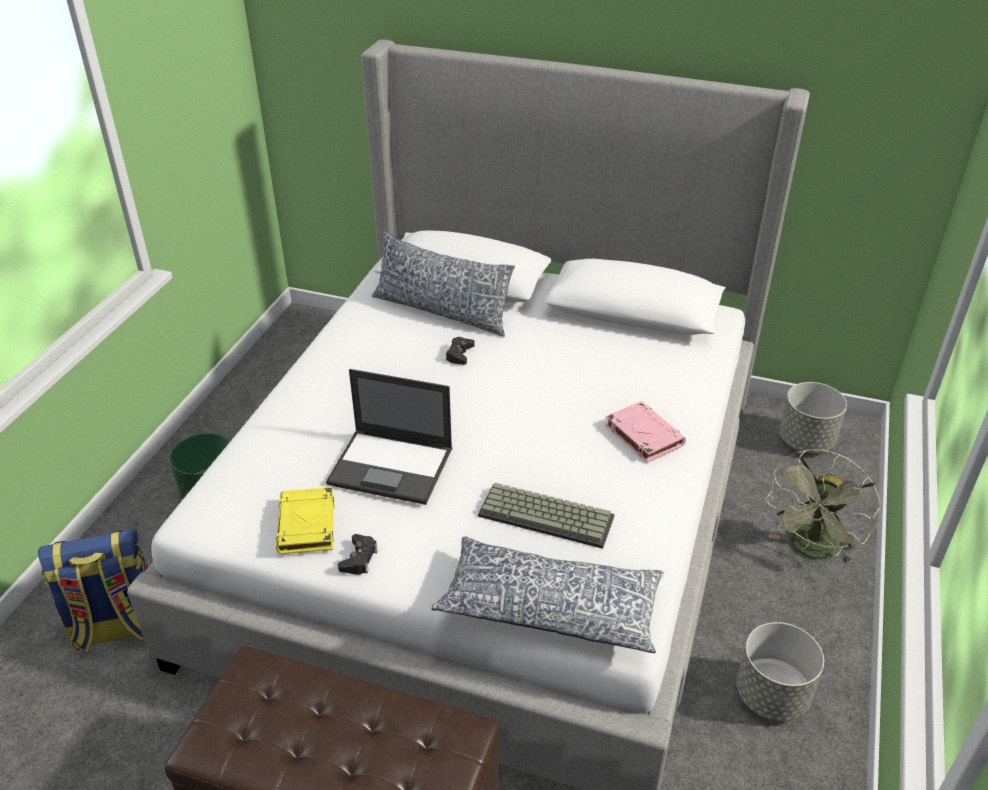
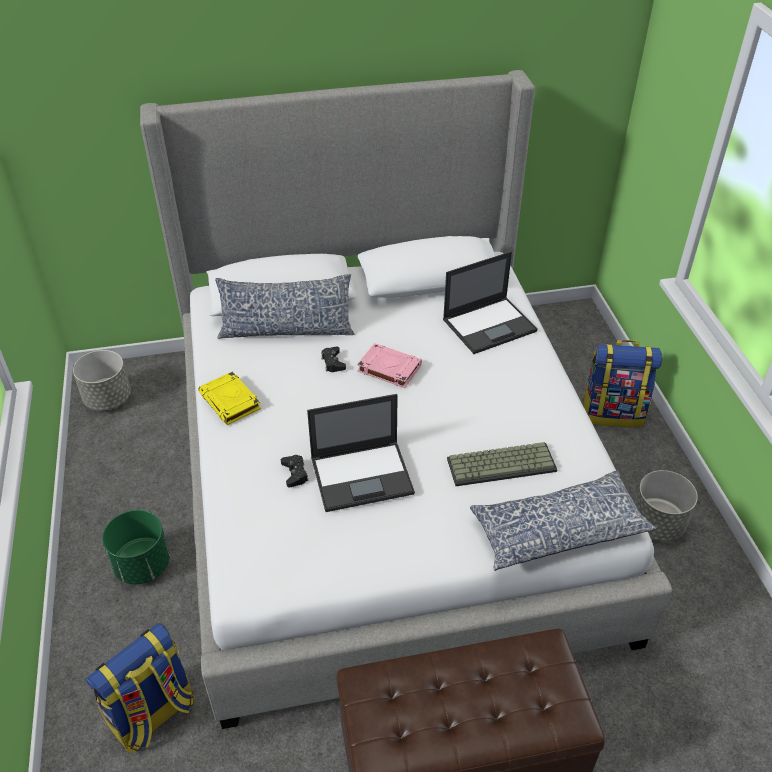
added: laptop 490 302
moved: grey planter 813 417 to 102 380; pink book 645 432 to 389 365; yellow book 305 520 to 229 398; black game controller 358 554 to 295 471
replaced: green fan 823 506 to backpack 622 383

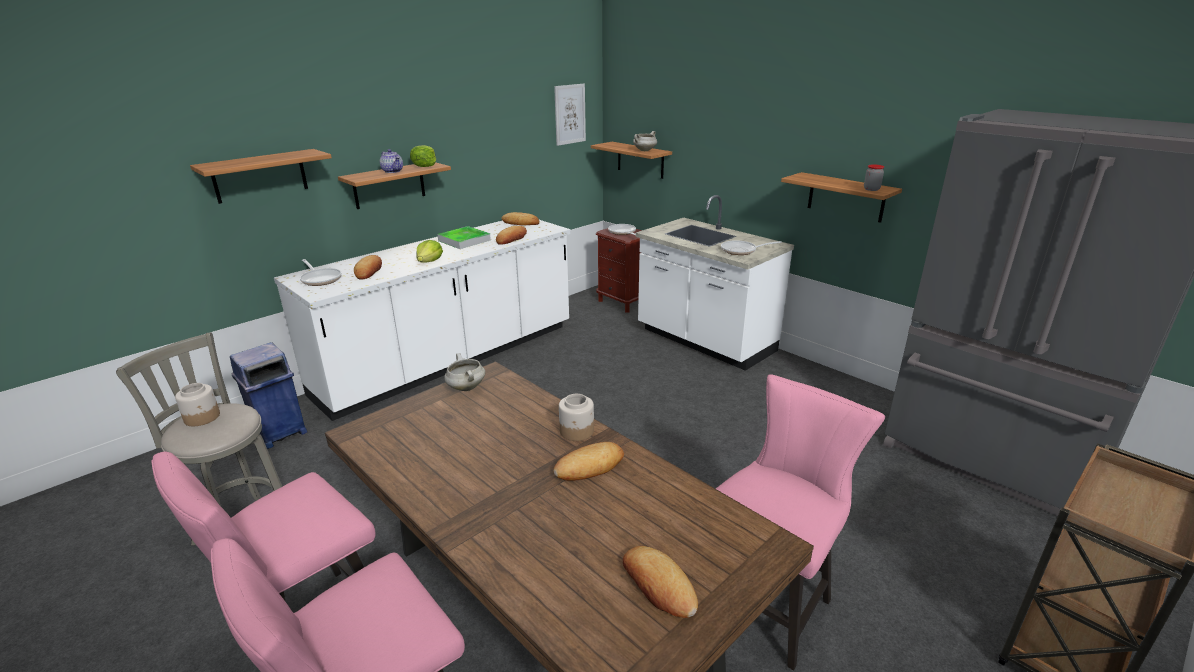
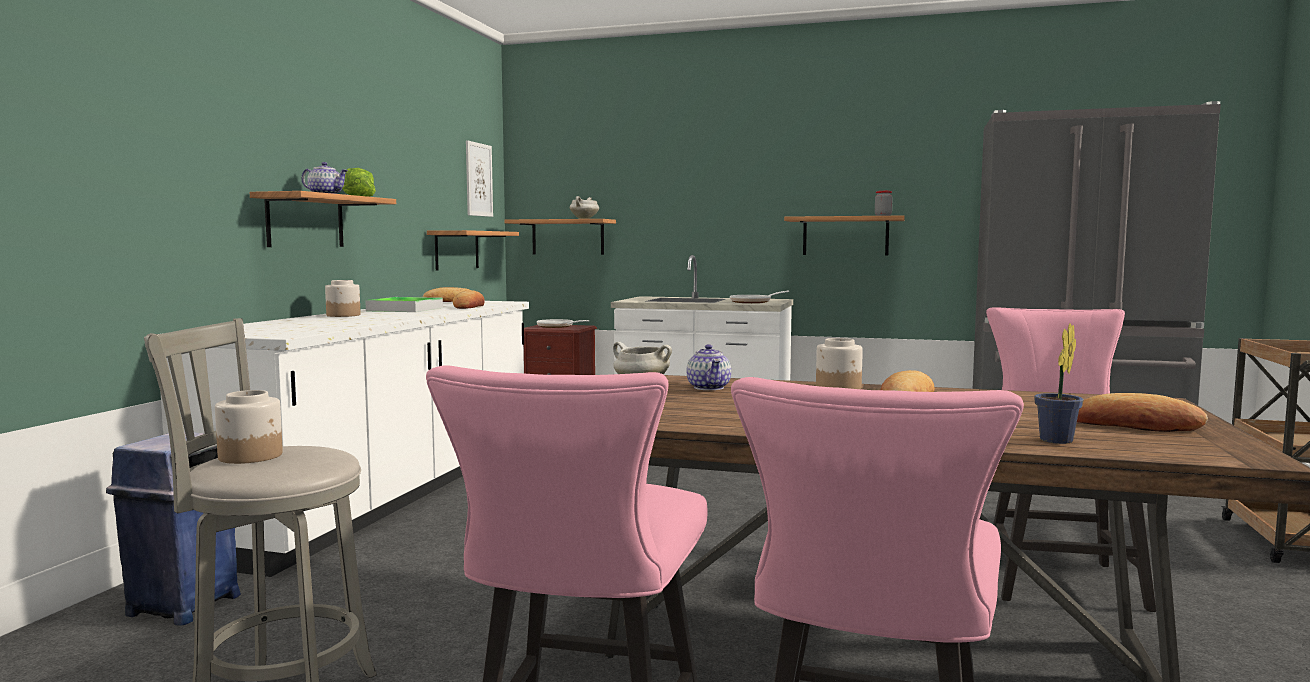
removed: lettuce 430 251; bread 368 267; frying pan 321 272
added: jar 342 298; potted plant 1059 384; teapot 709 367
moved: shelf 261 176 to 473 250

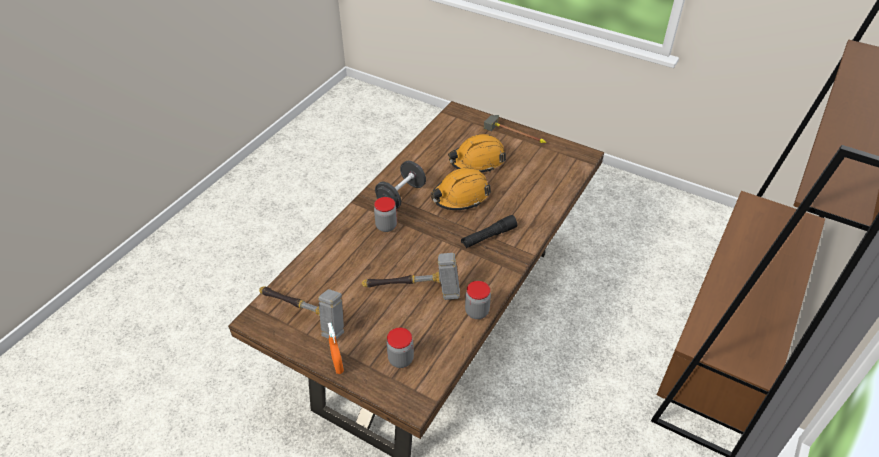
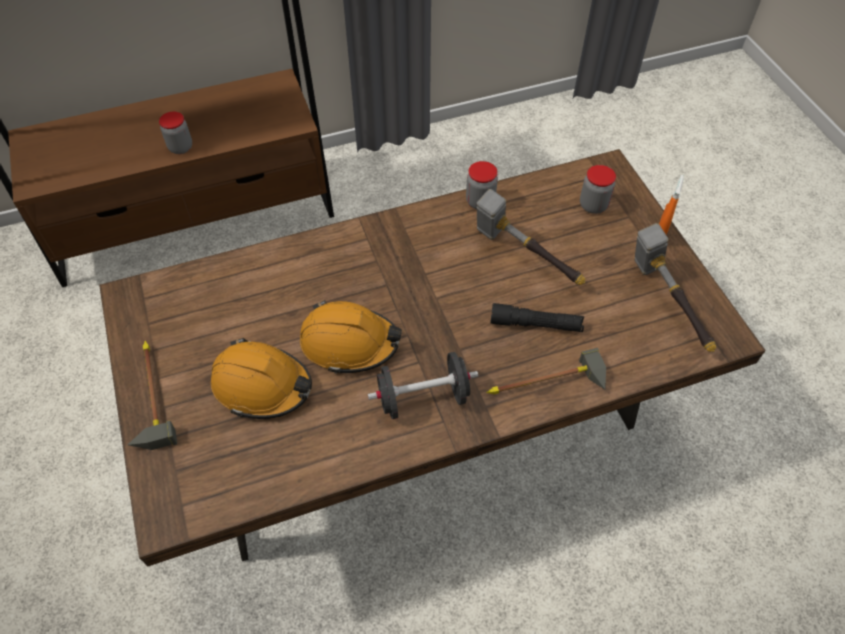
added: hammer 546 371
moved: jar 385 214 to 175 132; black flashlight 489 231 to 537 317

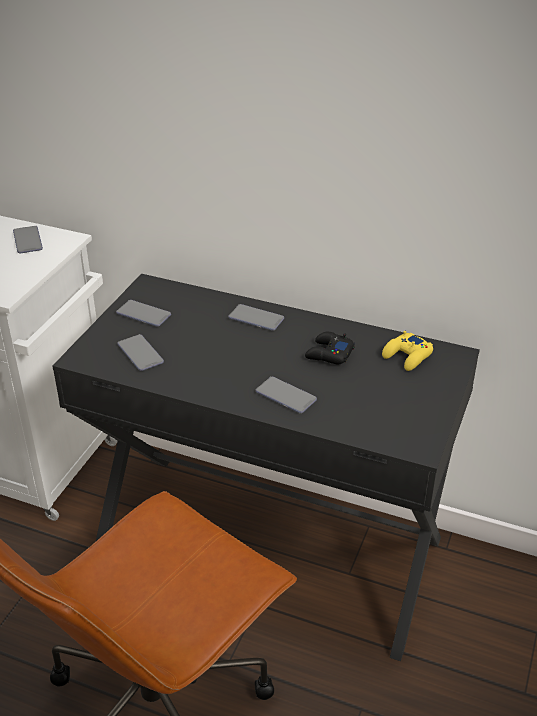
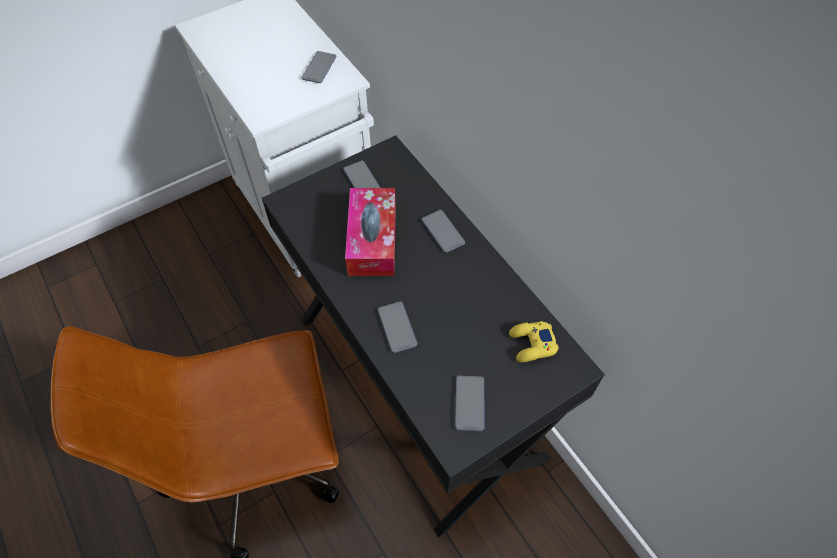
removed: black game controller 330 348
added: tissue box 370 232
moved: phone 141 352 to 470 403

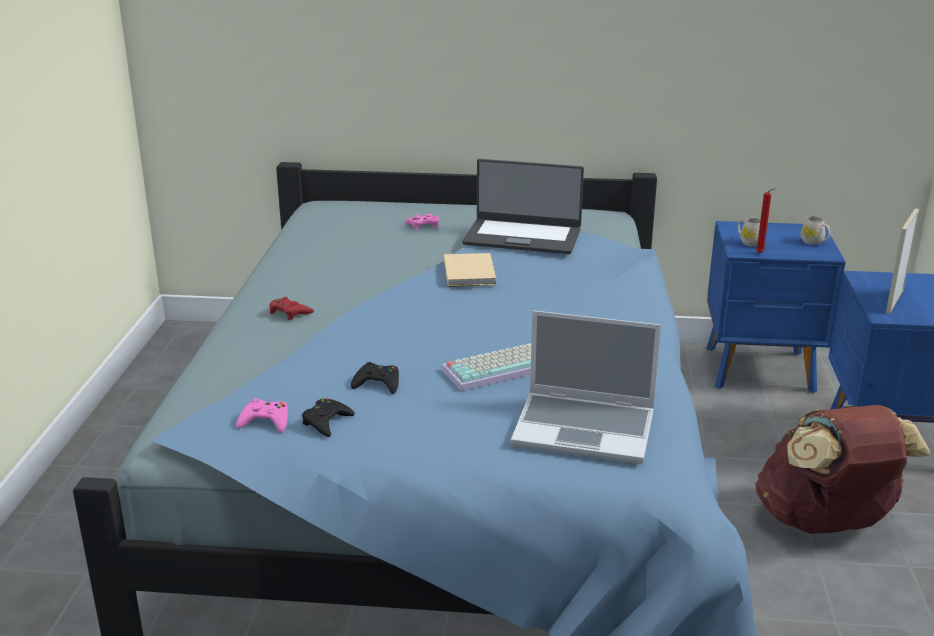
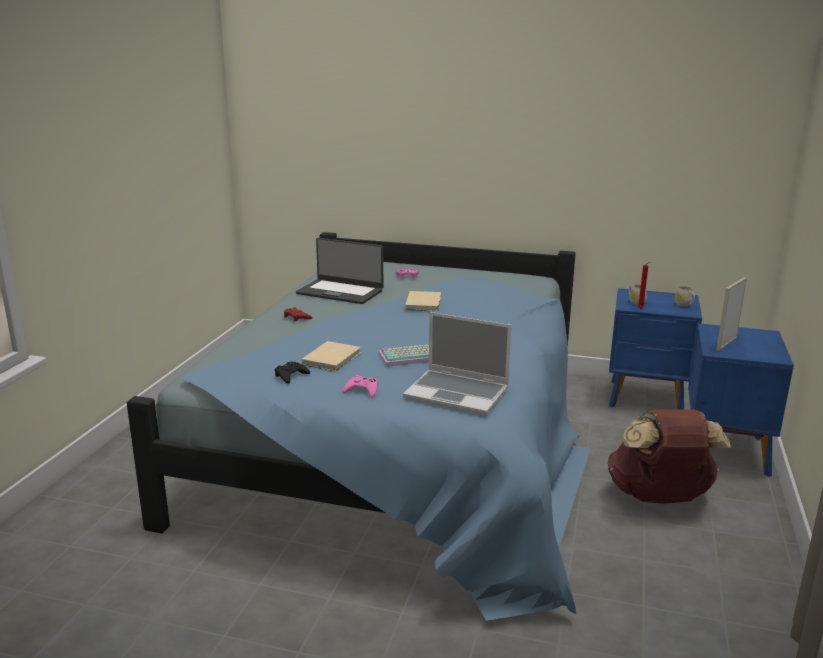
moved: laptop 523 206 to 339 271; pink game controller 262 415 to 360 386
replaced: black game controller 375 378 to beige book 331 356

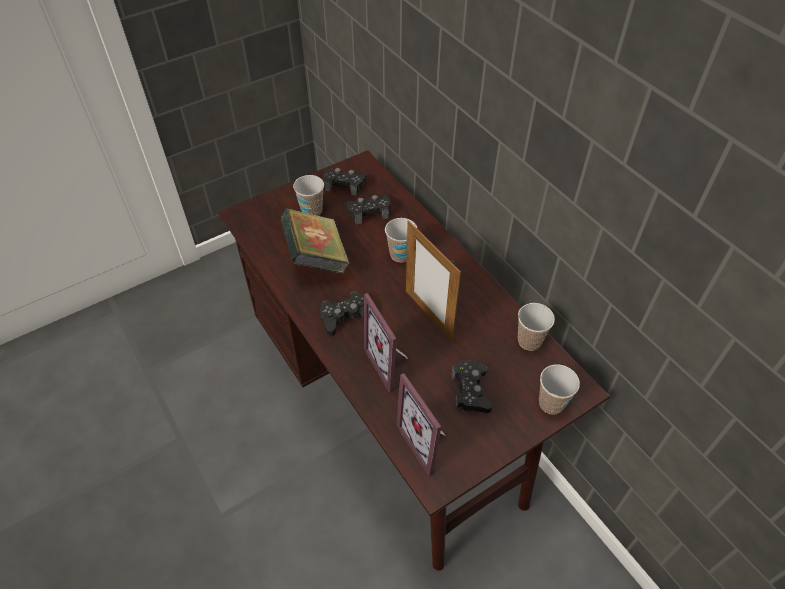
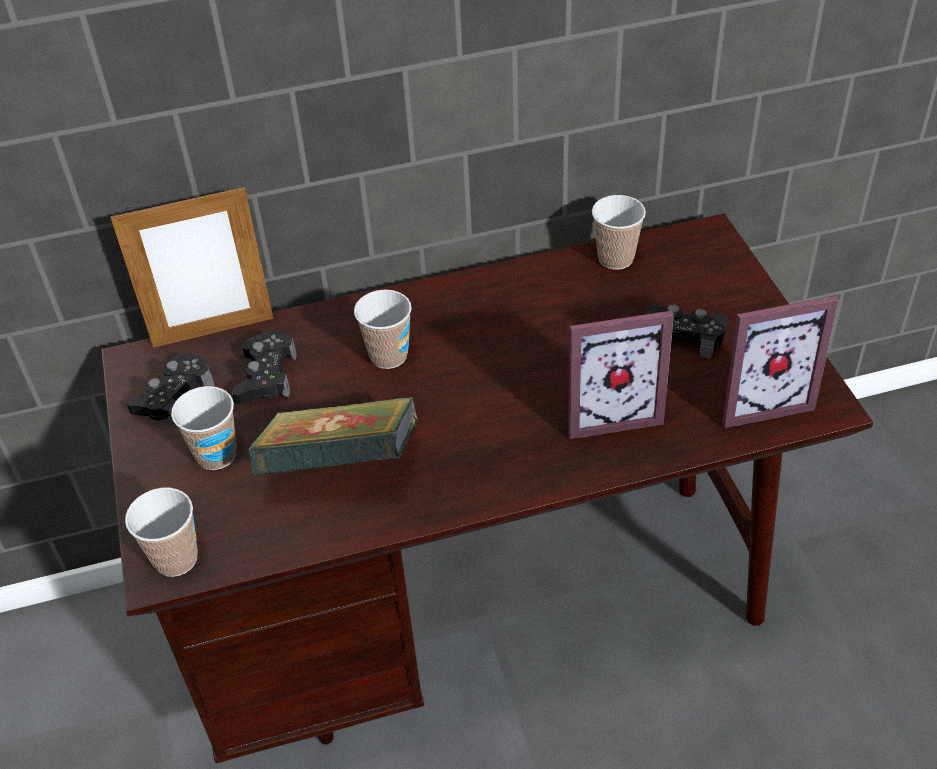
removed: black game controller 342 313
moved: picture frame 433 280 to 192 267; cup 559 389 to 161 532

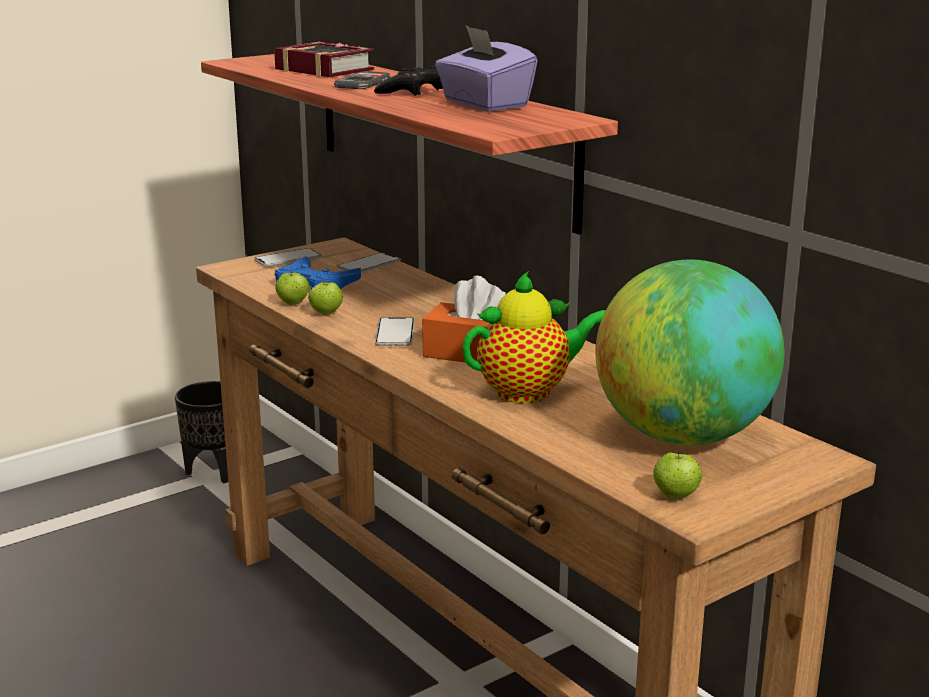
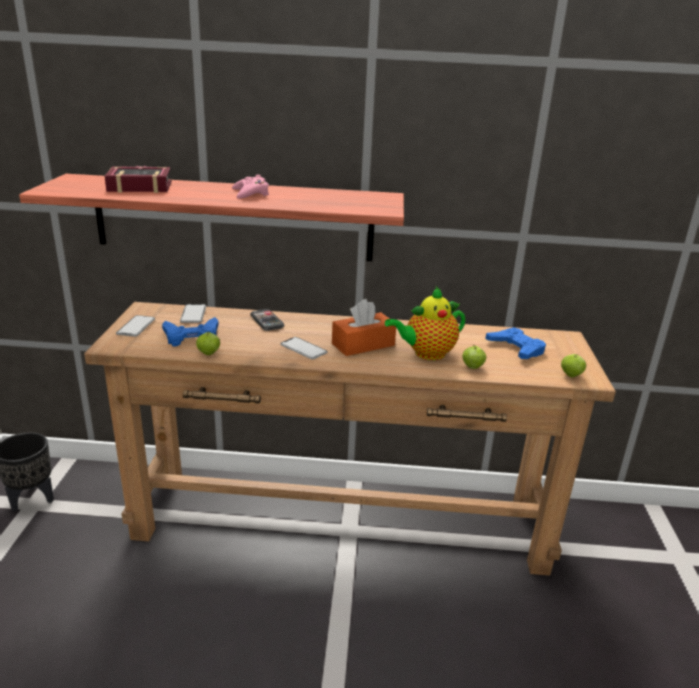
removed: purple tissue box 486 68
moved: phone 362 80 to 267 320; apple 325 295 to 474 356
replaced: globe 689 352 to blue game controller 515 343
recoloured: black game controller 408 81 to pink game controller 250 187
turned: teapot 533 337 = 425 323 135 degrees counterclockwise

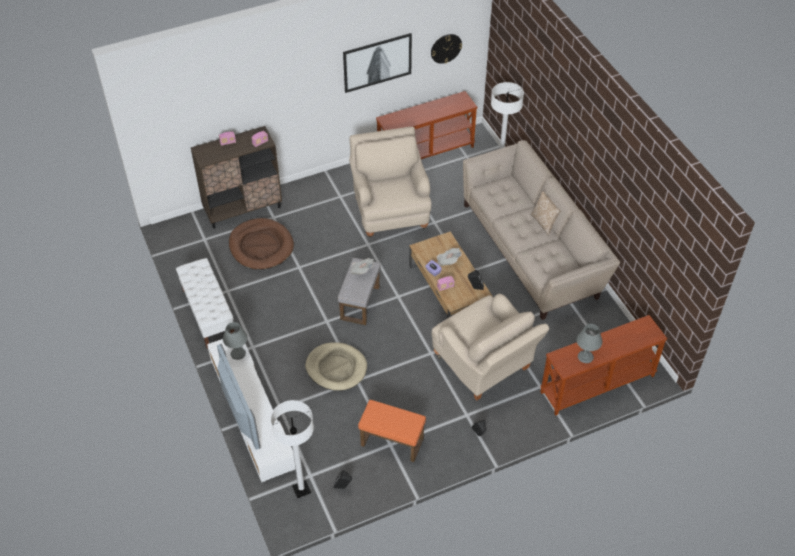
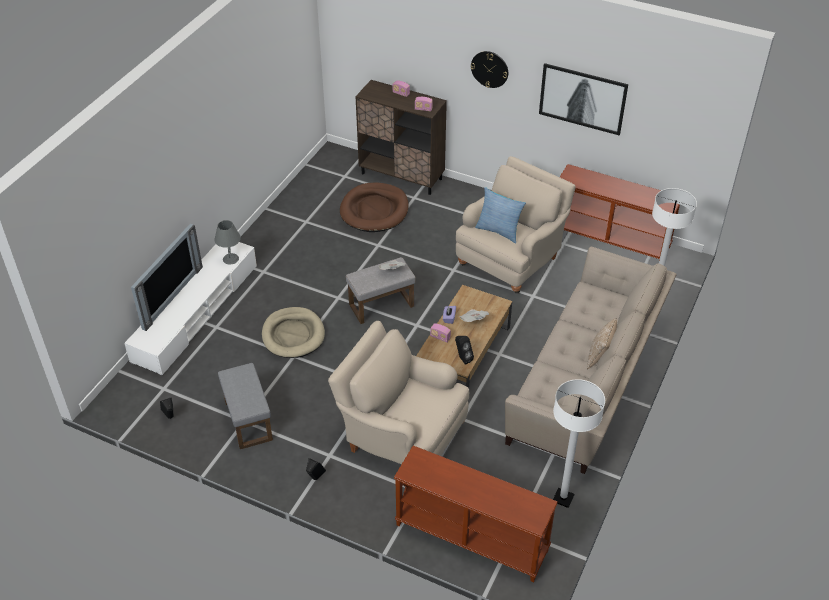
removed: white bench 205 303; grey table lamp 589 343
added: pillow 500 215
moved: wall clock 446 49 to 489 69; white floor lamp 292 449 to 579 443
recoloured: orange ottoman 392 431 to grey ottoman 245 406
turned: beige armchair 490 347 = 398 392 105 degrees clockwise

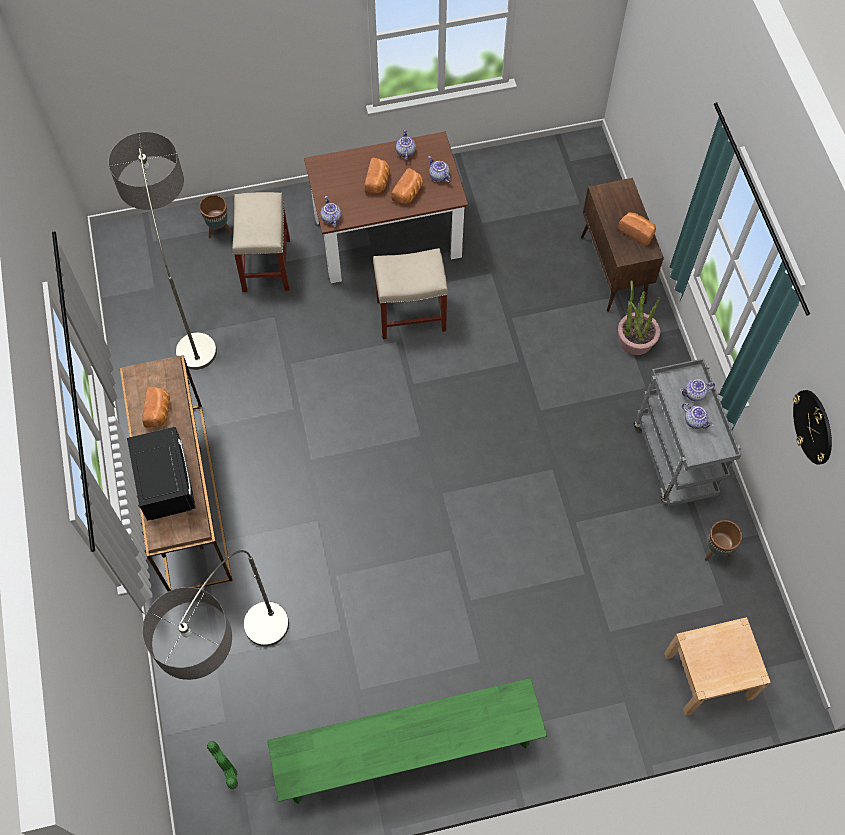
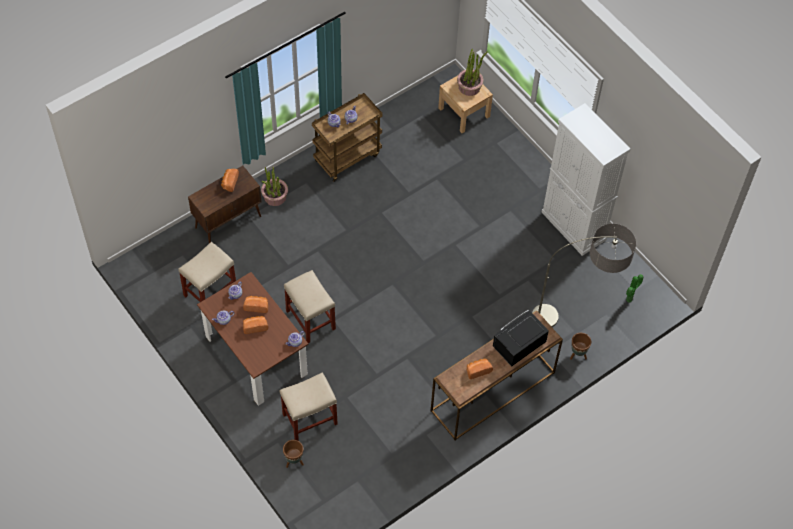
removed: floor lamp 162 251; wall clock 812 427
added: potted plant 472 72; beige stool 207 272
moved: brown planter 723 540 to 580 346
replaced: green bench 407 741 to white cabinet 586 179
recoloured: grey cart 687 432 to brown cart 347 137

